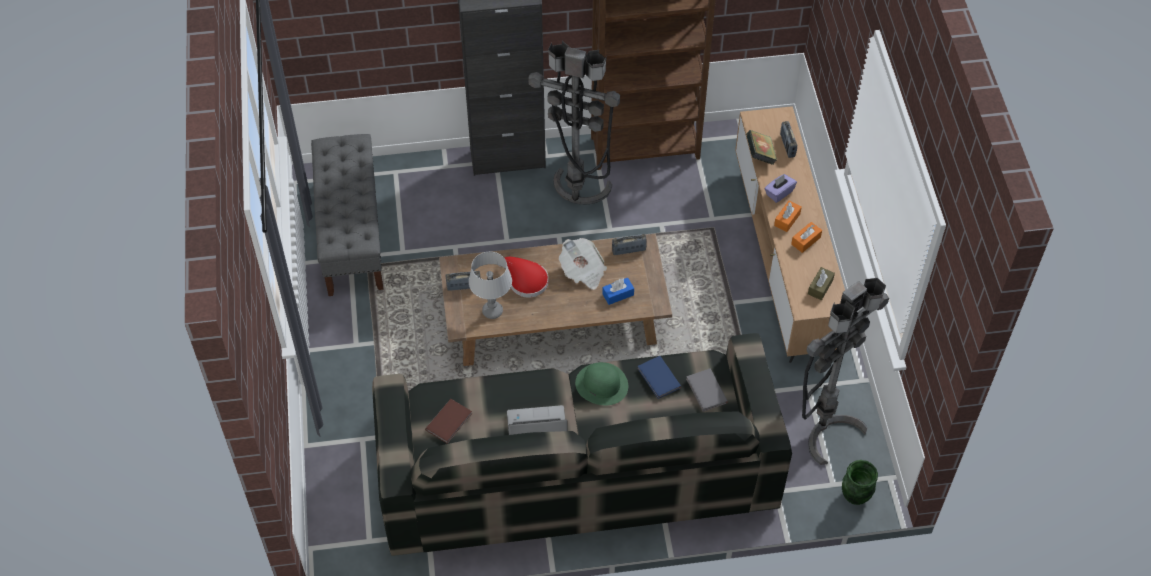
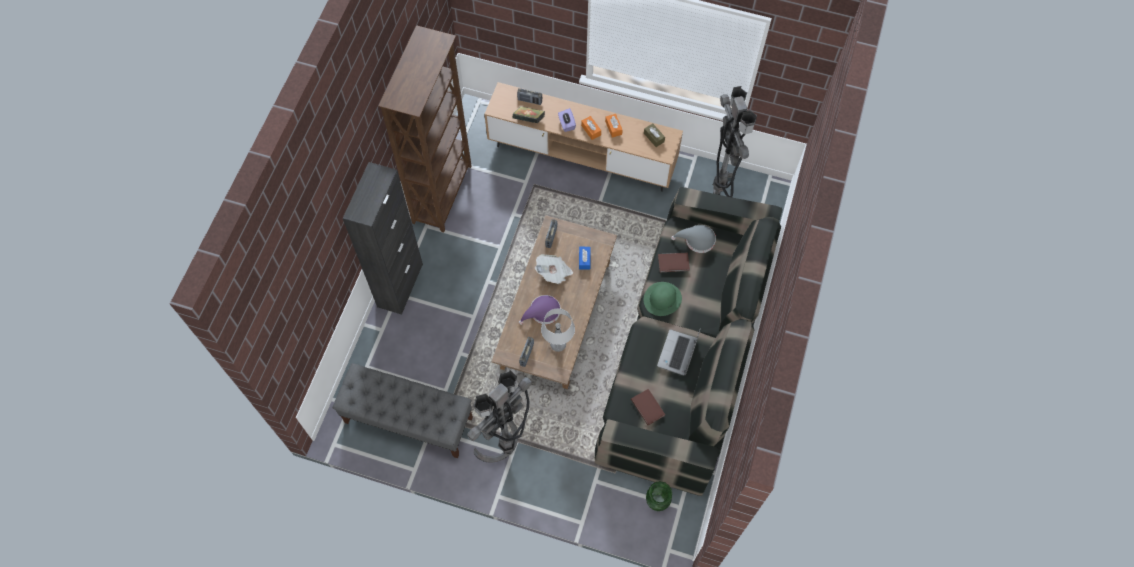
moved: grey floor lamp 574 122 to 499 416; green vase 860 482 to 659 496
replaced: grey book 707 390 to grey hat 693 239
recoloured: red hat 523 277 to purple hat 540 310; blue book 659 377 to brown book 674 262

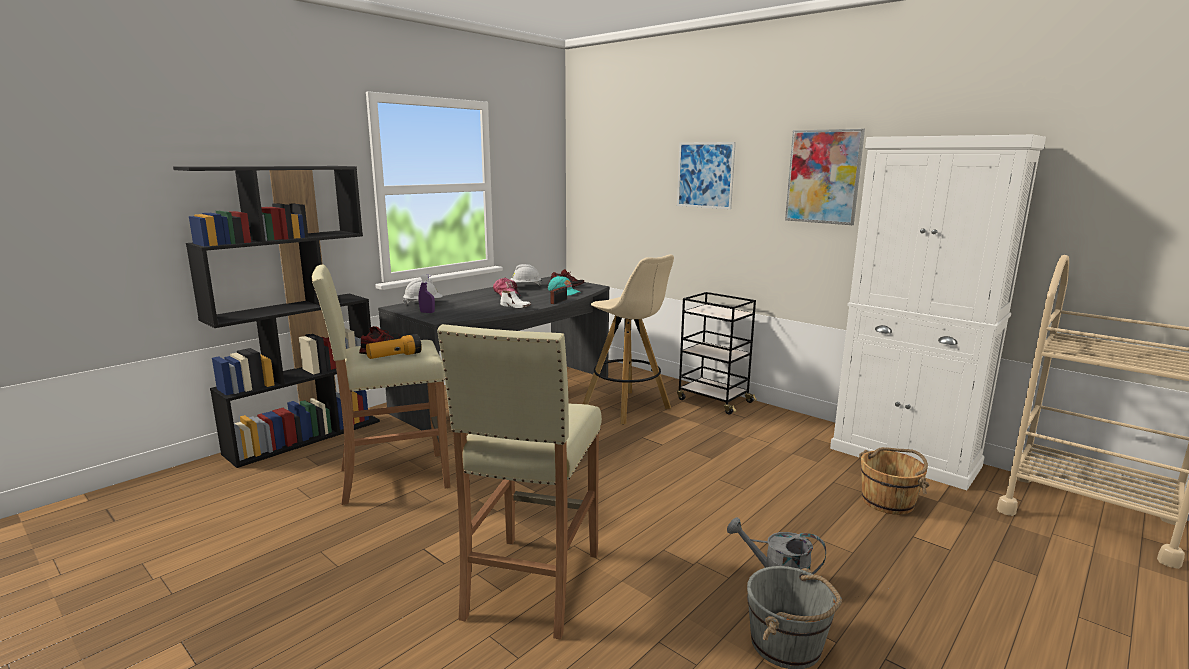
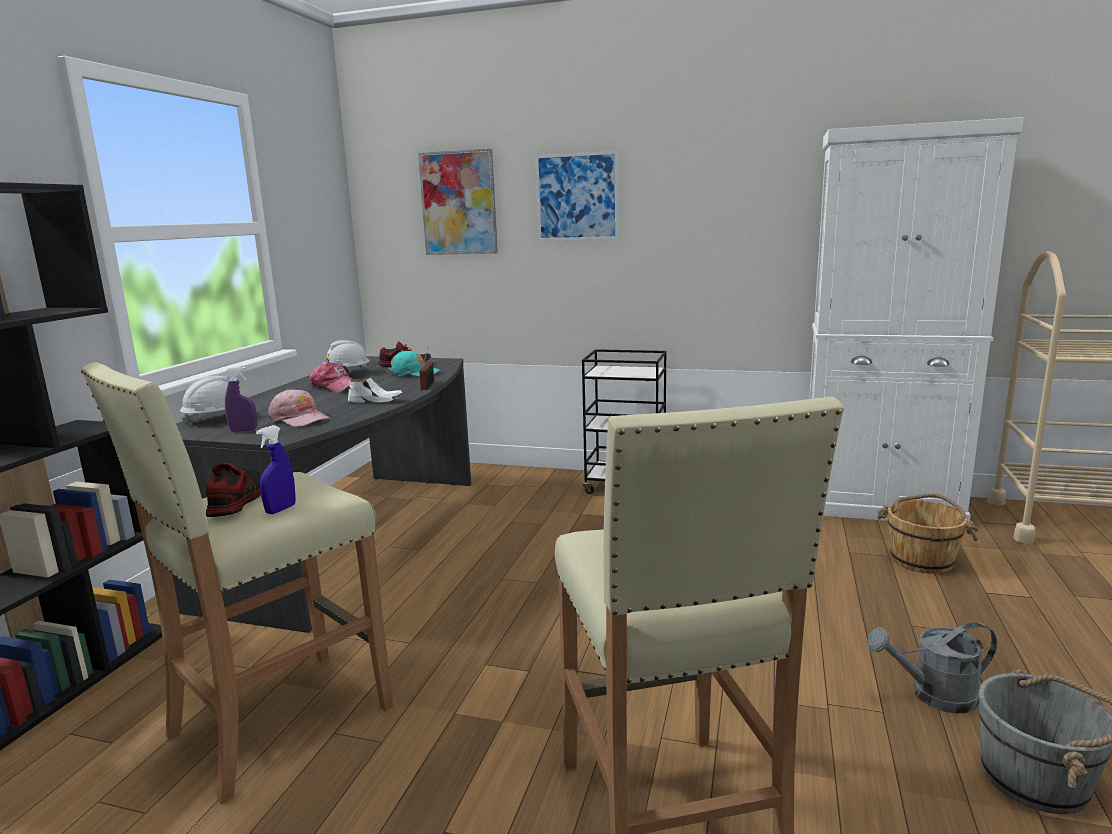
removed: beige stool 628 340
added: pink cap 299 408
moved: picture 825 177 to 458 201
replaced: flashlight 394 346 to blue spray bottle 276 469

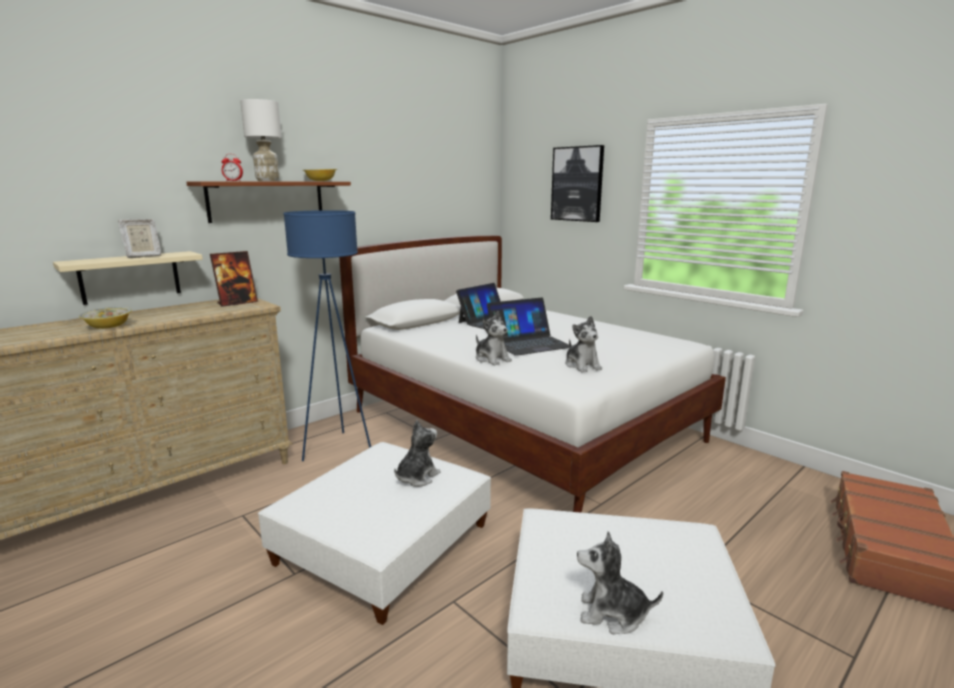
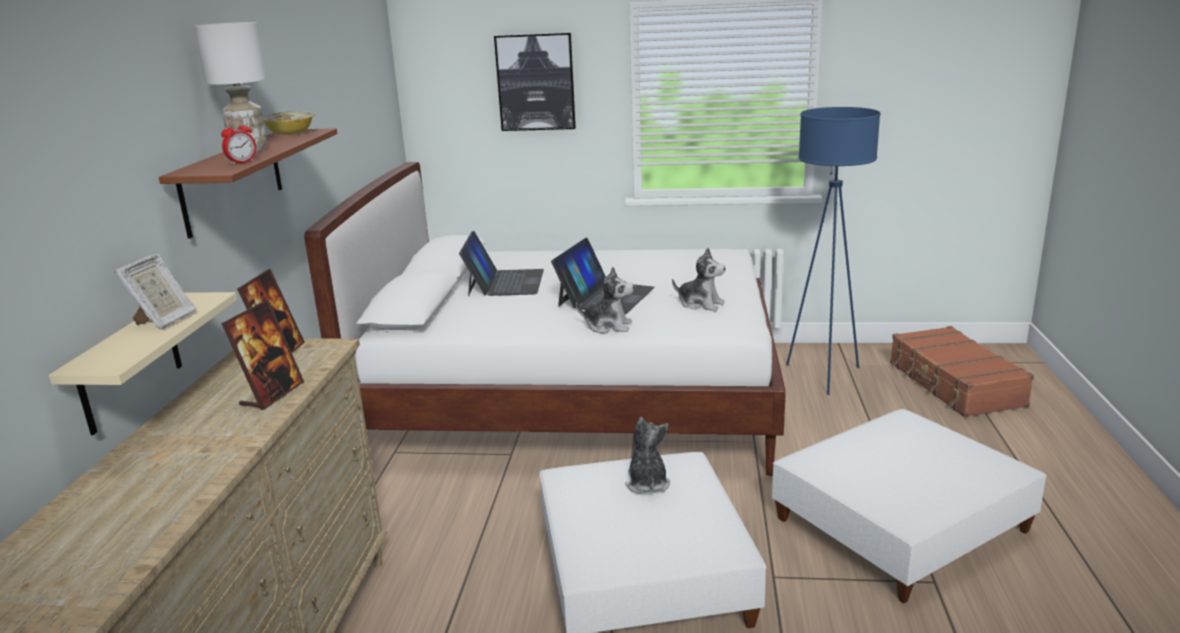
removed: bowl 105 318; plush toy 620 582
added: picture frame 262 355
moved: blue floor lamp 327 335 to 833 251

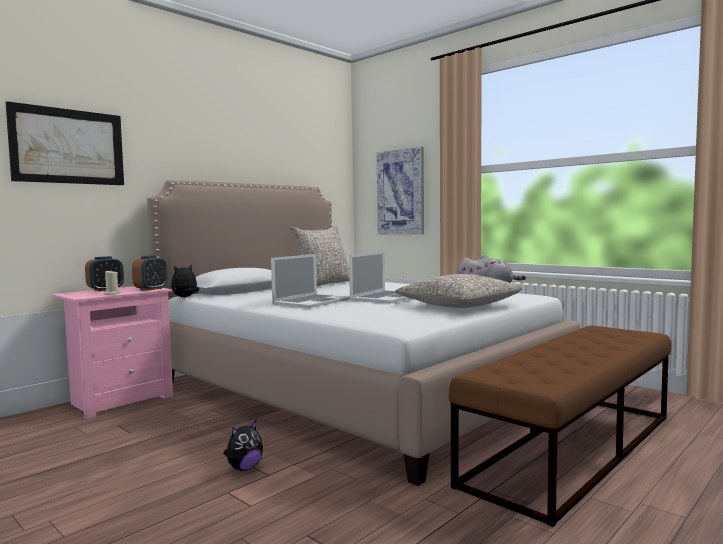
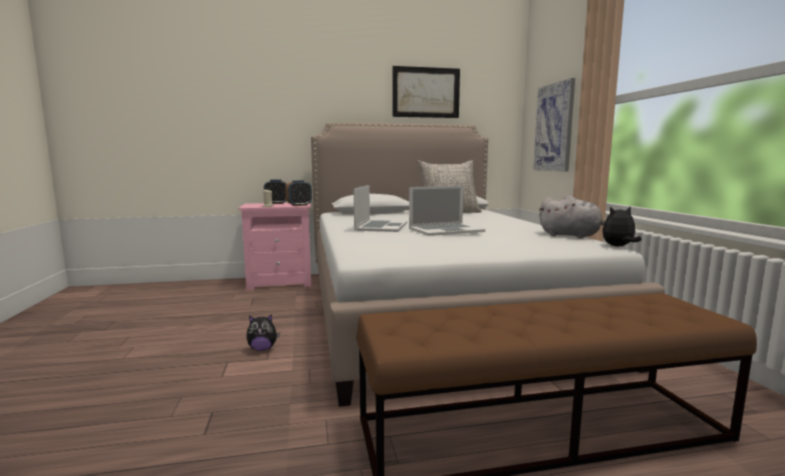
removed: grey pillow 458 291
moved: picture 64 143 to 426 92; plush toy 185 281 to 622 226
turned: laptop 310 281 = 380 208 60 degrees counterclockwise

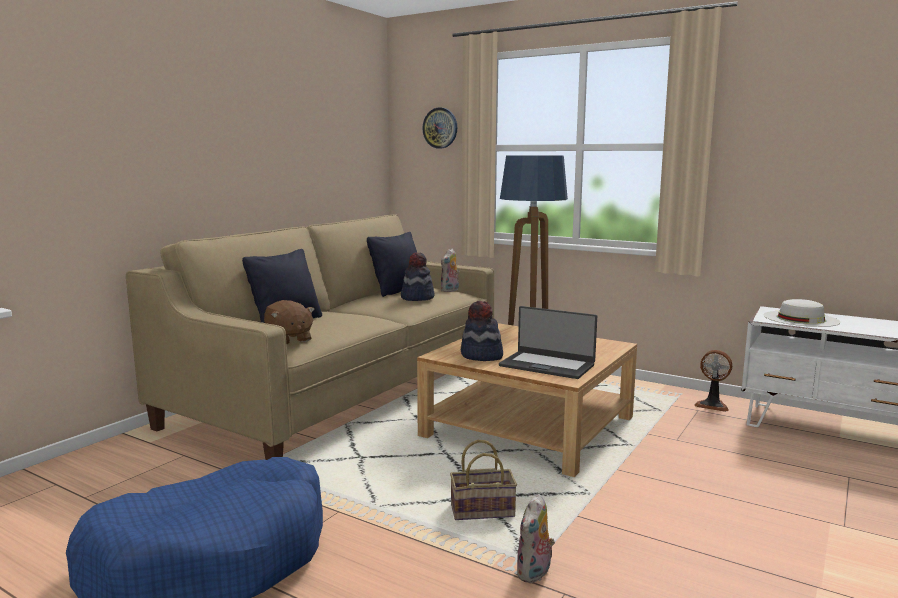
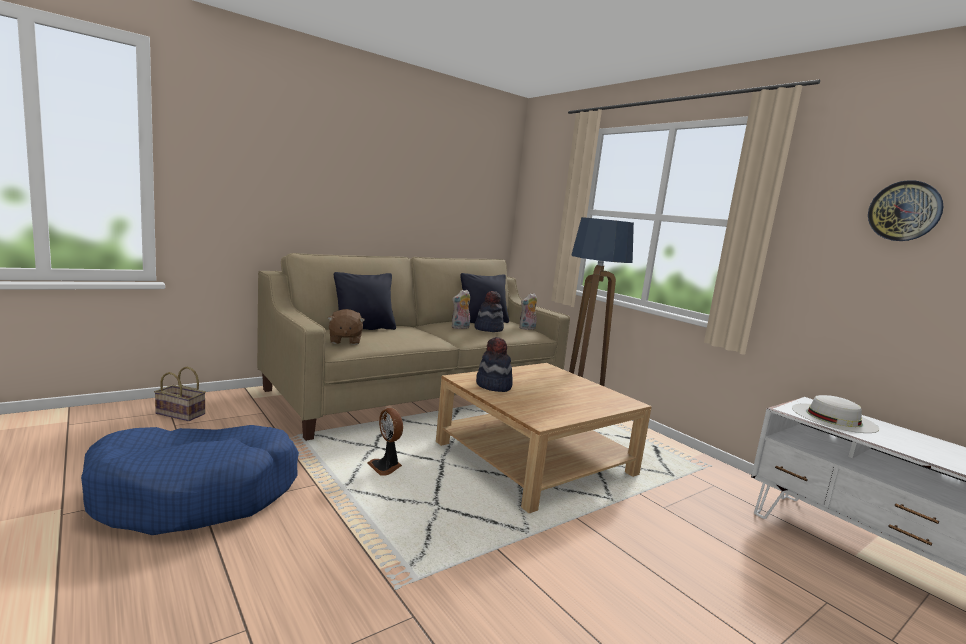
removed: laptop 548 342
moved: wall clock 439 128 to 906 210; fan 713 381 to 385 441; basket 483 480 to 180 394; plush toy 535 538 to 461 309

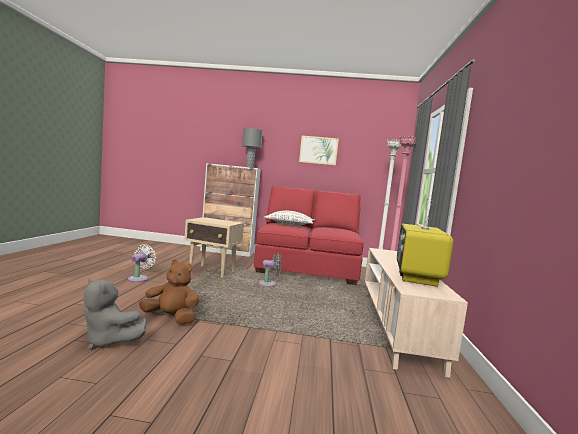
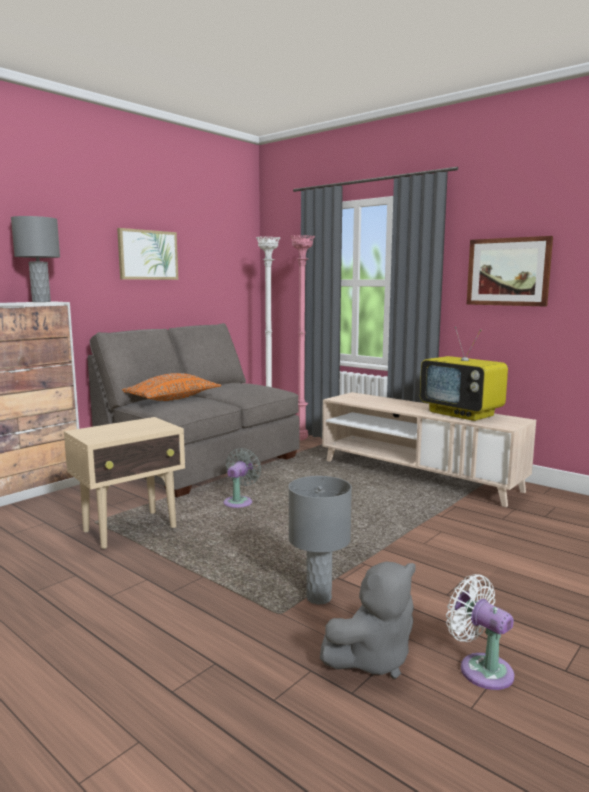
added: picture 510 271
moved: white fan 142 263 to 480 632
replaced: brown plush toy 169 292 to grey table lamp 320 540
recoloured: red sofa 309 235 to grey sofa 193 410; white pillow 289 218 to orange pillow 171 387

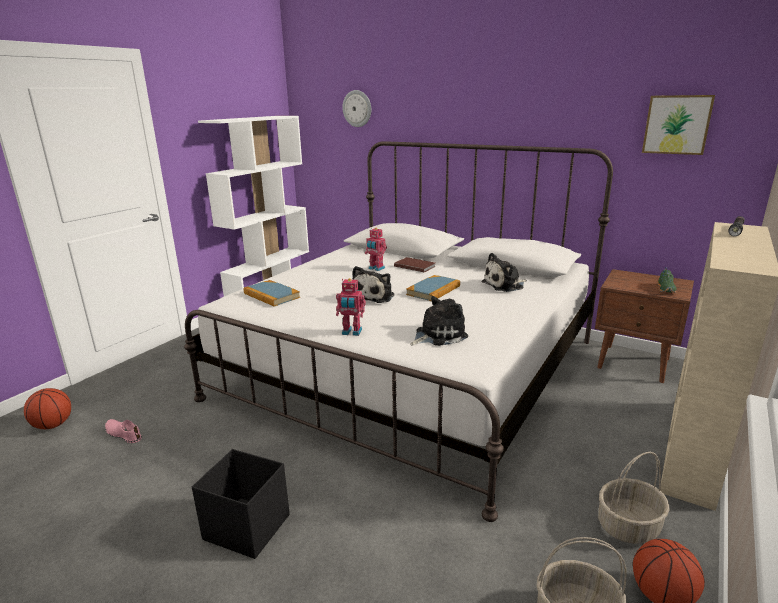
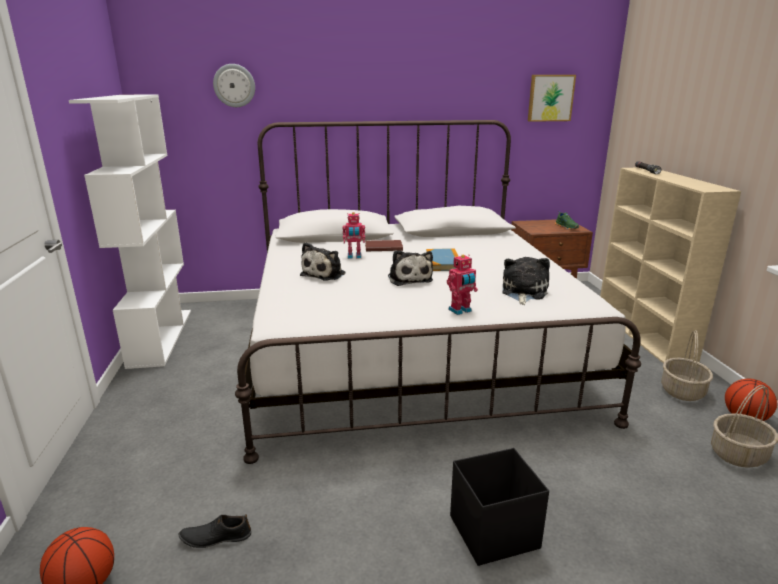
removed: book 272 293
moved: plush toy 504 272 to 322 261
recoloured: pink shoe 123 431 to black shoe 215 531

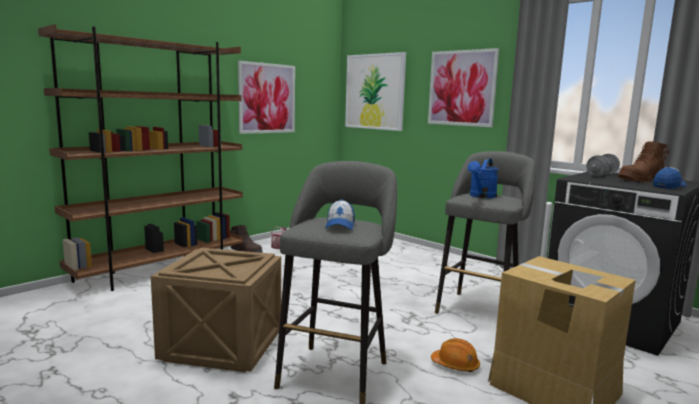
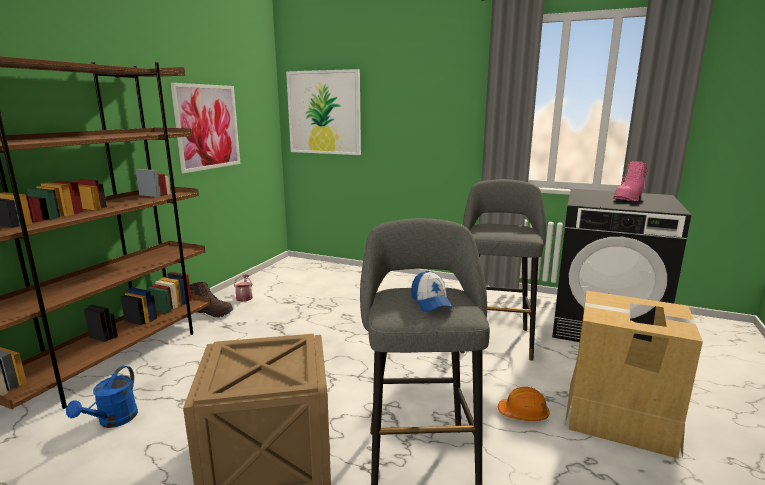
removed: picture 463 87; grey dumbbell 603 165; cap 669 178
moved: blue watering can 483 178 to 102 397
recoloured: brown boot 643 161 to pink boot 630 181

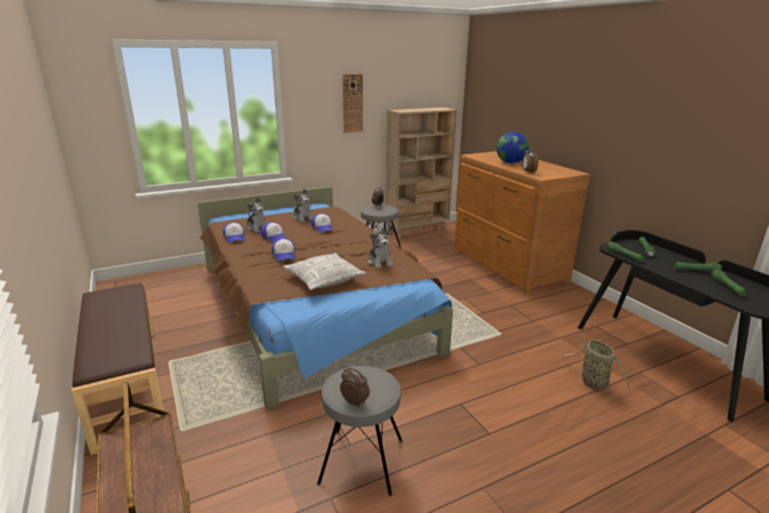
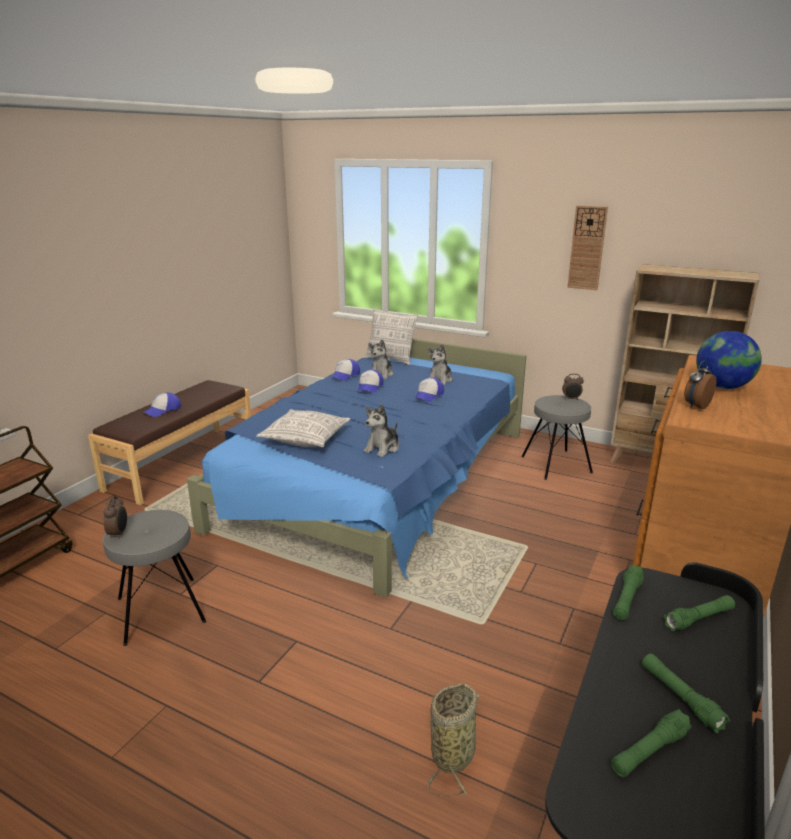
added: pillow 391 337
moved: cap 283 249 to 162 404
recoloured: brown bed 325 298 to blue bed 356 468

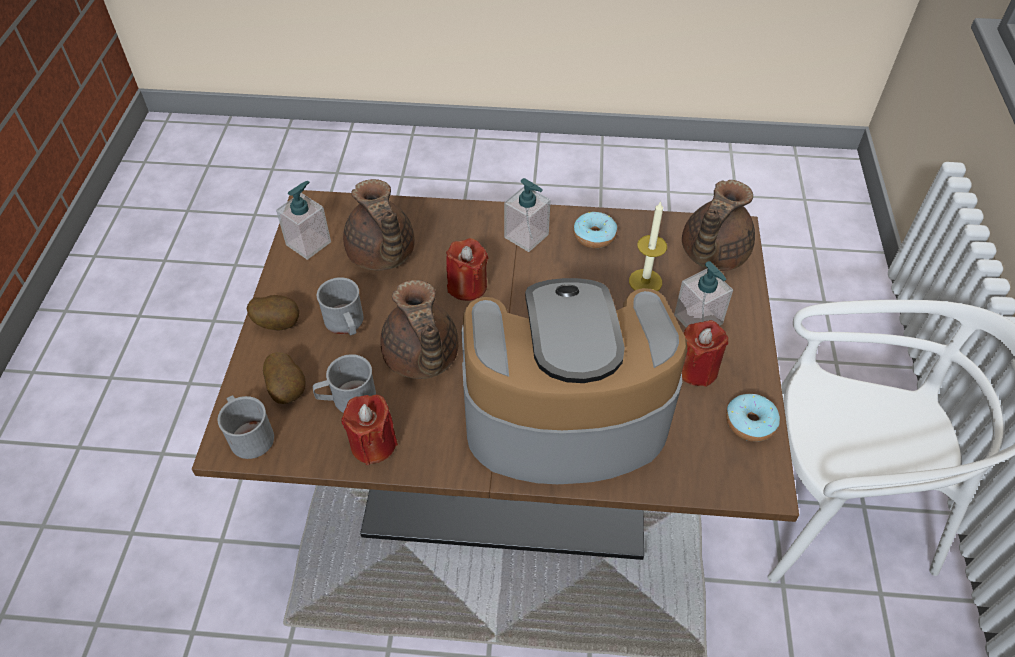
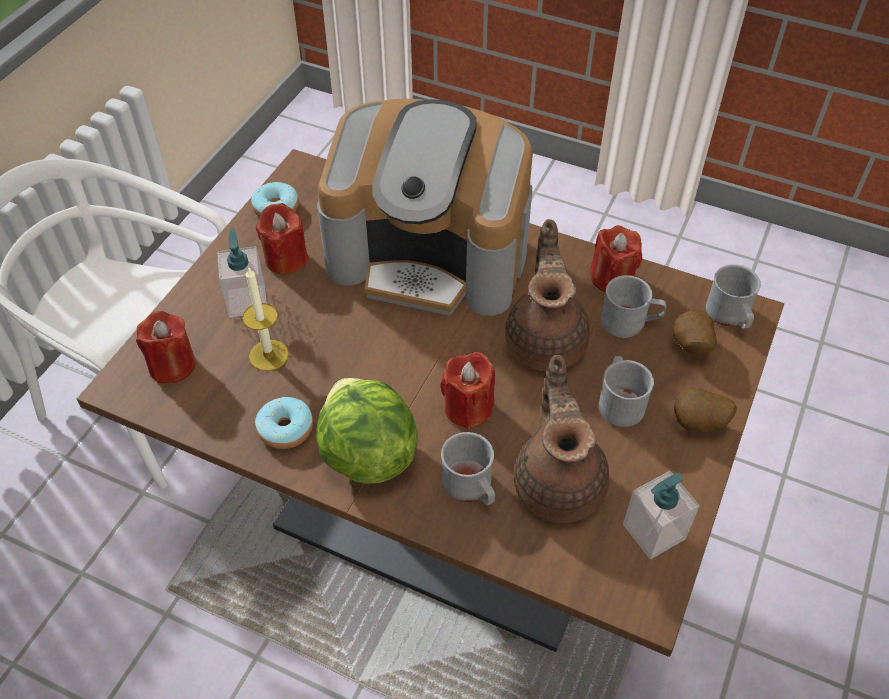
added: grey mug 468 468
replaced: soap dispenser 527 215 to lettuce 367 431; brown teapot 718 225 to red candle 166 347

